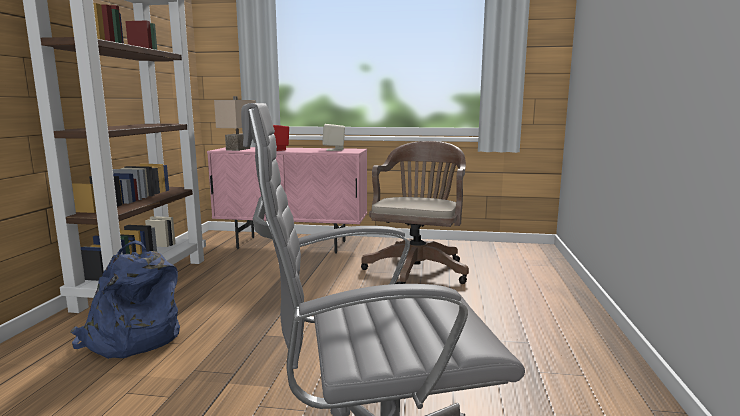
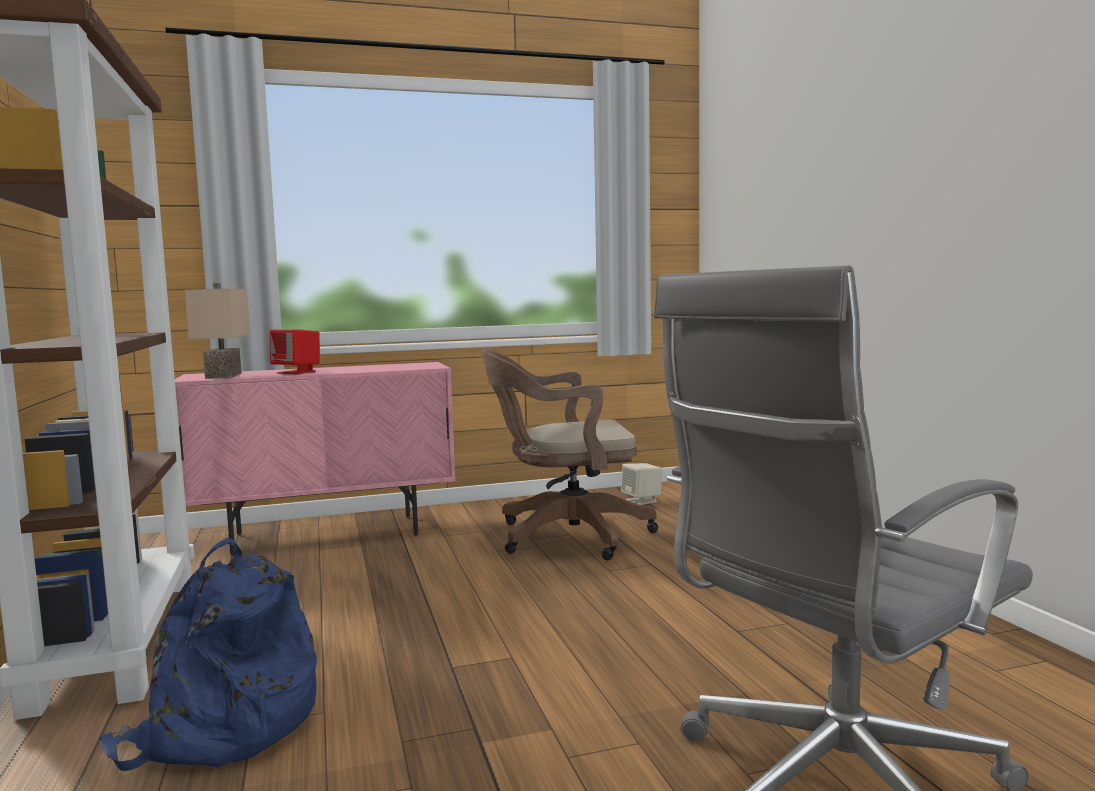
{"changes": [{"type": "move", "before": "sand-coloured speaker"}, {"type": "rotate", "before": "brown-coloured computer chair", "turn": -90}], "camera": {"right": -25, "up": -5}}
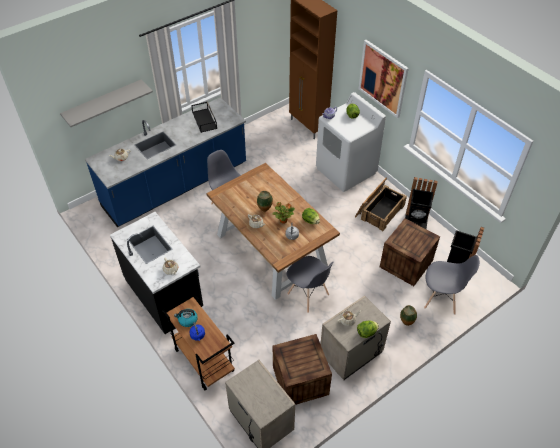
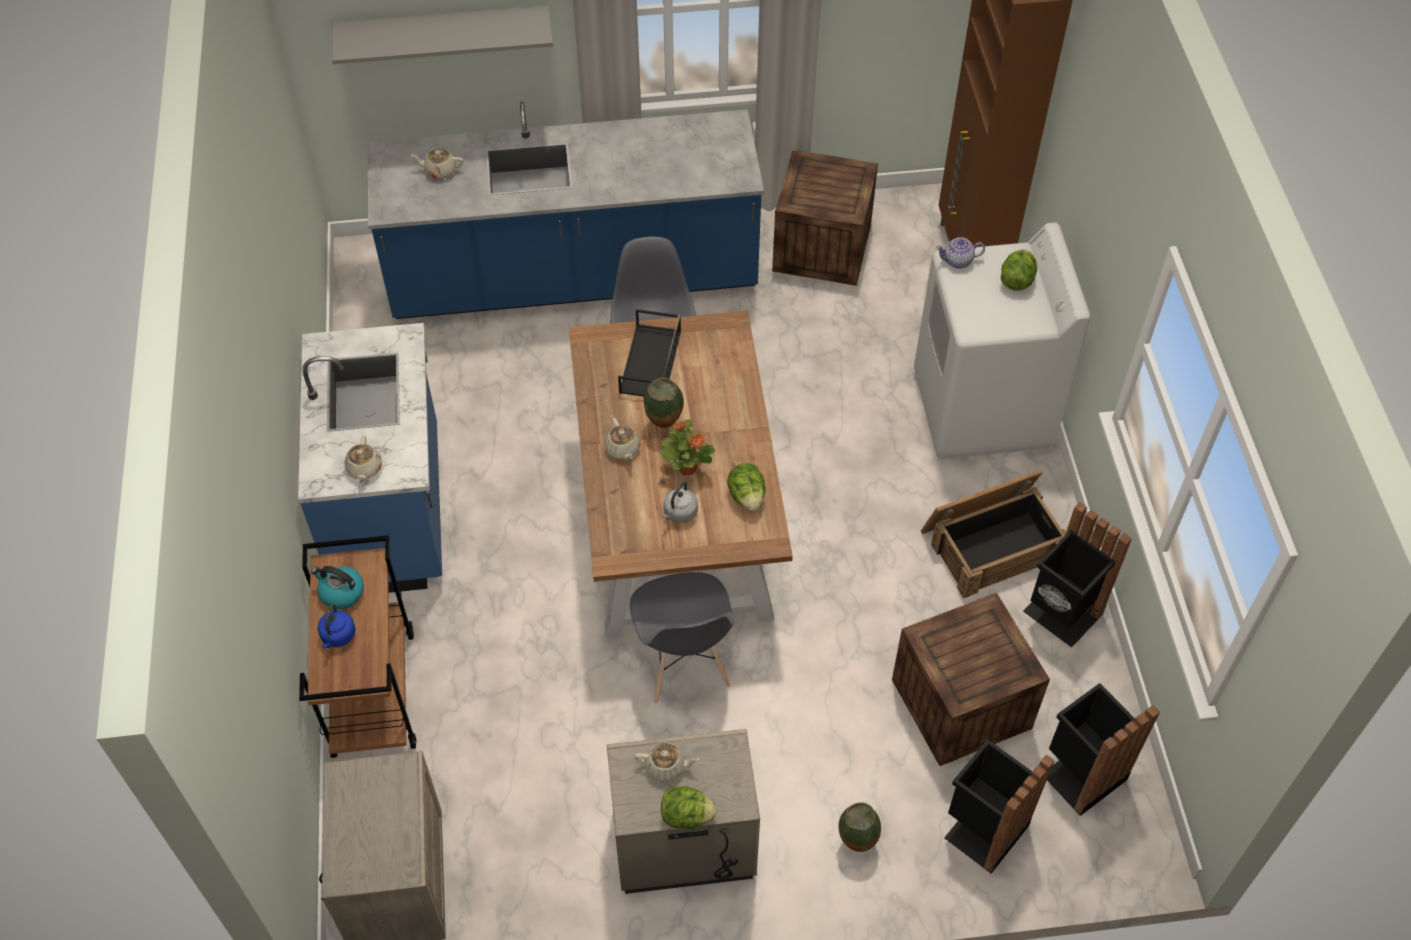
{"changes": [{"type": "delete", "before": "picture"}, {"type": "move", "before": "black-coloured tray"}, {"type": "move", "before": "packing crate (1st from left)"}, {"type": "replace", "before": "grey plain chair (3rd from left)", "after": "black-coloured waste bin (1st from left)"}, {"type": "recolor", "before": "black-coloured counter", "after": "bluish counter (1st from left)"}], "camera": {"right": 30, "up": 5}}
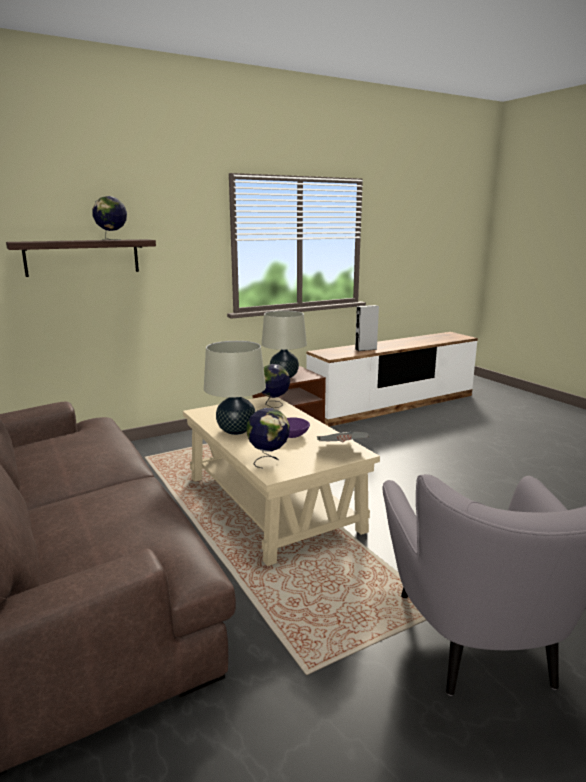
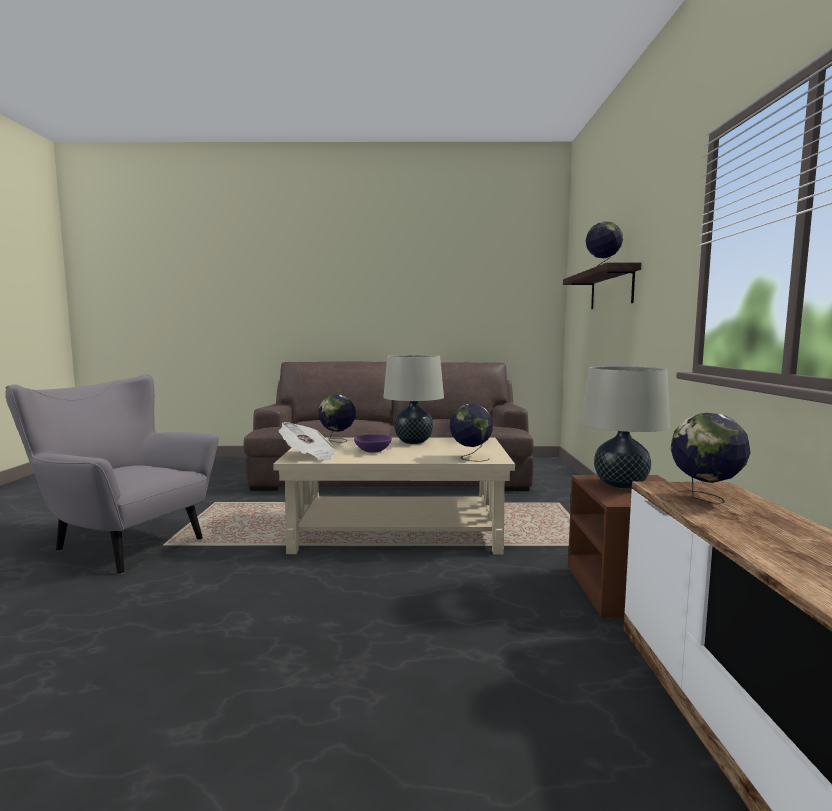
{"changes": [{"type": "delete", "before": "grey speaker"}, {"type": "insert", "after": "world globe (4th from left)"}], "camera": {"right": 120, "up": -10}}
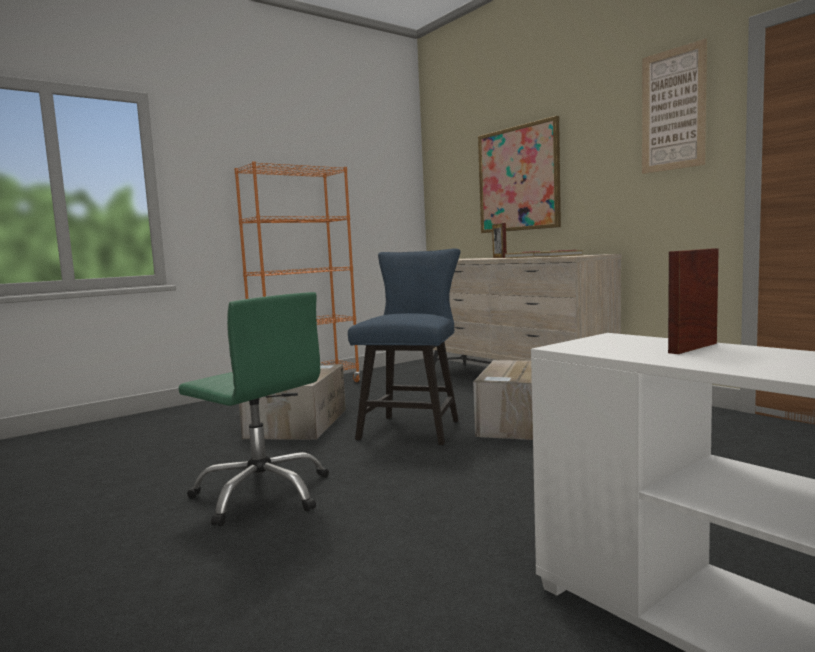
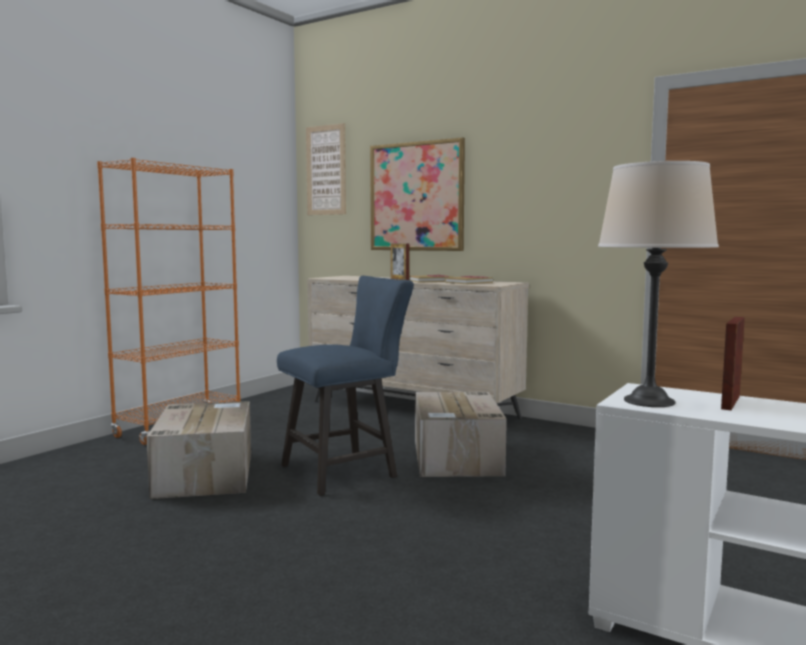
{"changes": [{"type": "delete", "before": "green-coloured computer chair"}, {"type": "insert", "after": "sand-coloured table lamp"}, {"type": "move", "before": "picture (2nd from left in the first image)", "after": "picture (1st from left)"}, {"type": "rotate", "before": "bluish plain chair", "turn": 60}], "camera": {"right": -20, "up": 0}}
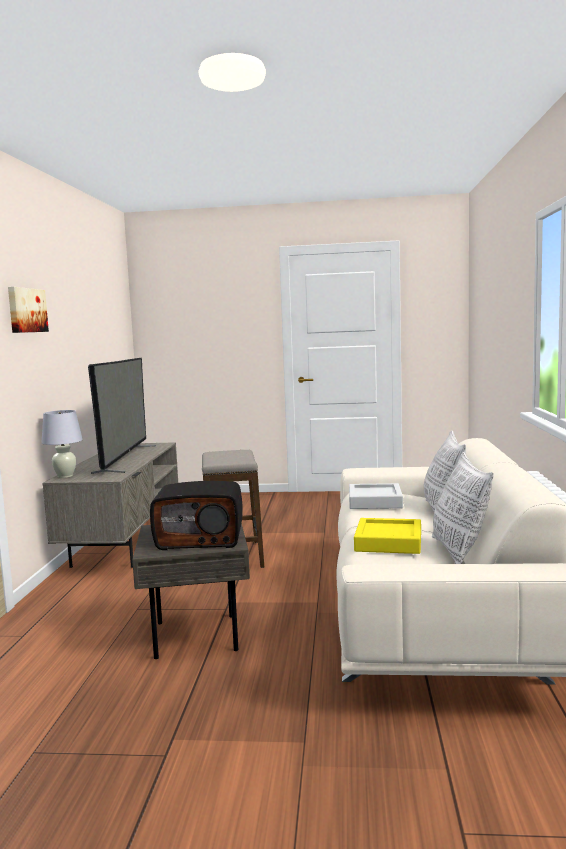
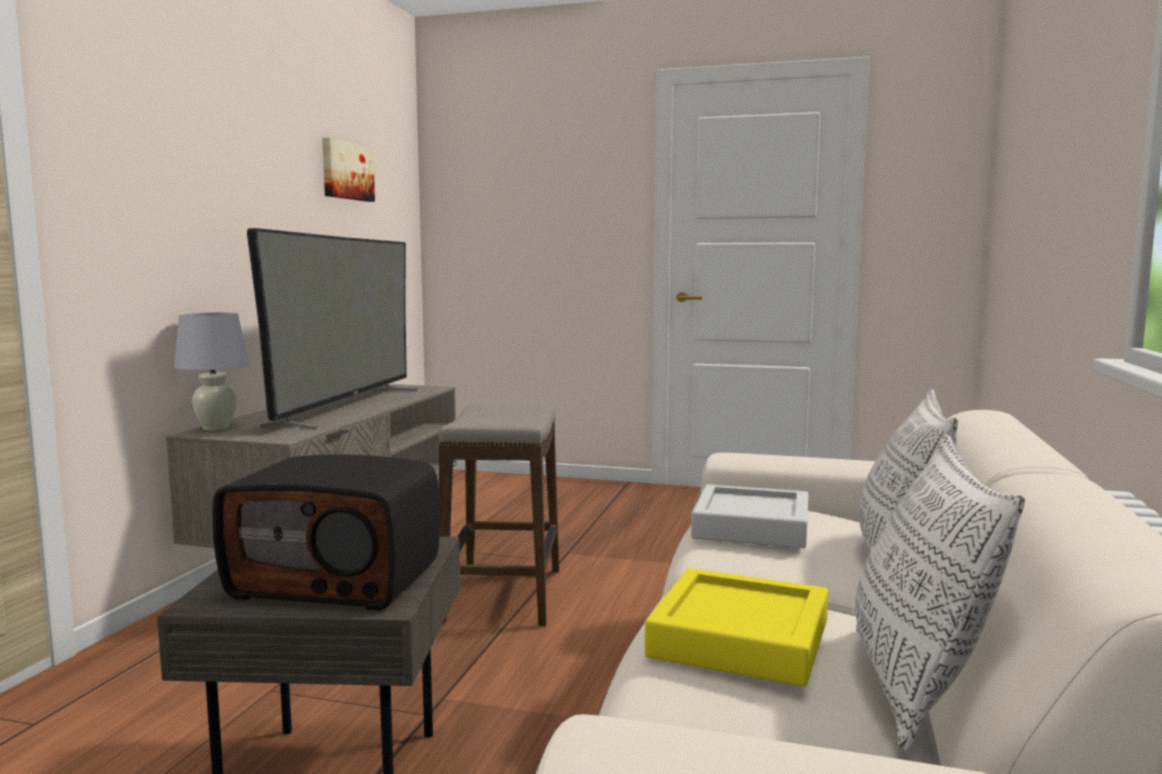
{"changes": [{"type": "move", "before": "picture"}], "camera": {"right": 10, "up": 0}}
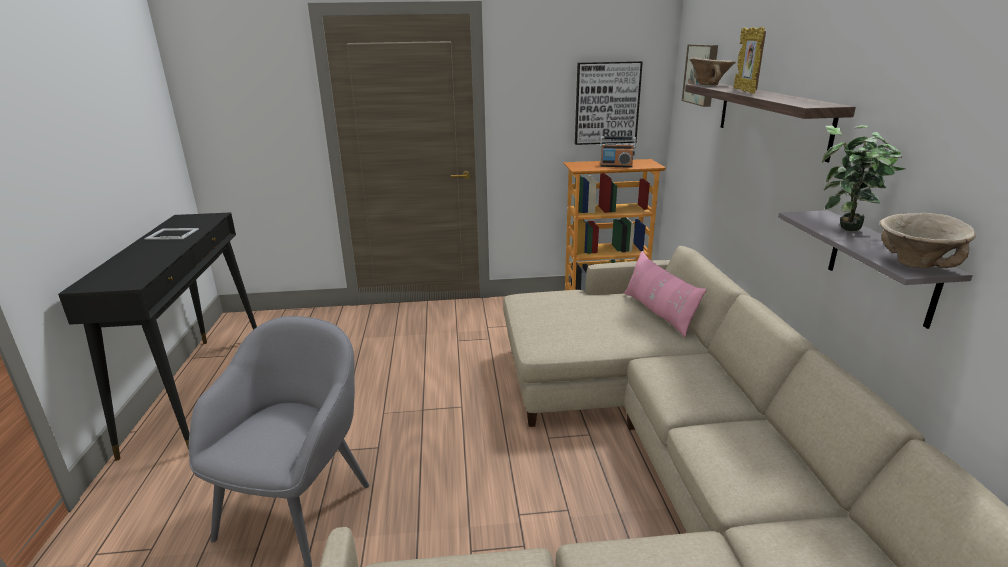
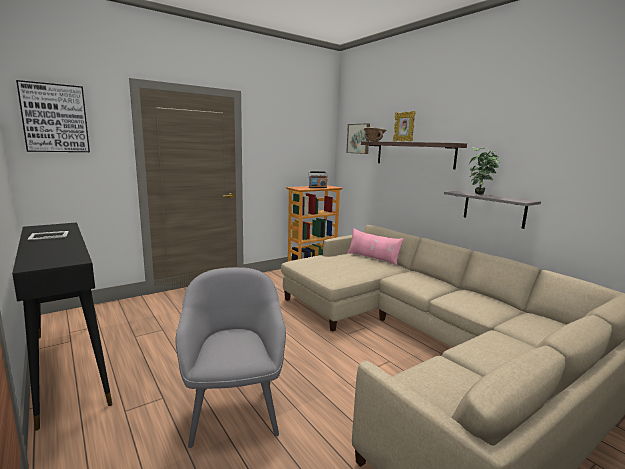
{"changes": [{"type": "delete", "before": "sand-coloured serving bowl (2nd from left)"}, {"type": "move", "before": "picture (1st from left)"}], "camera": {"right": -30, "up": -10}}
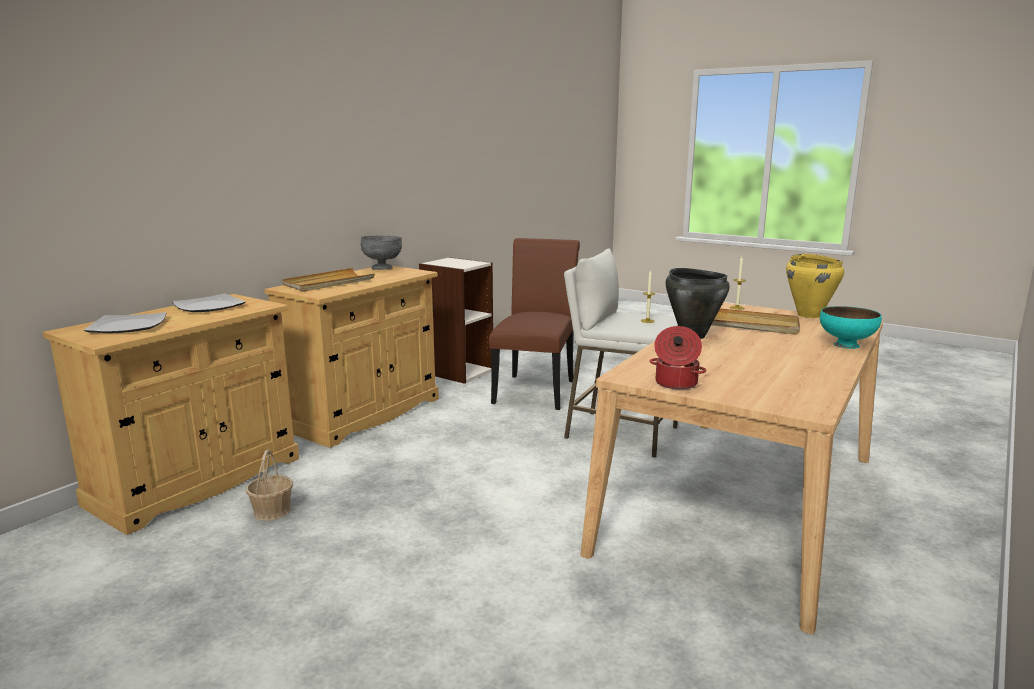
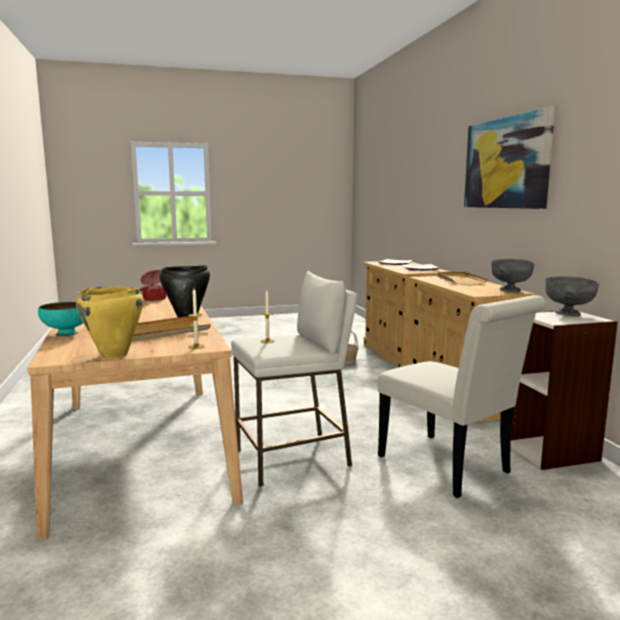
{"changes": [{"type": "insert", "after": "picture"}, {"type": "insert", "after": "grey serving bowl (2nd from left)"}, {"type": "recolor", "before": "brown-coloured plain chair", "after": "whitish plain chair"}], "camera": {"right": 130, "up": -5}}
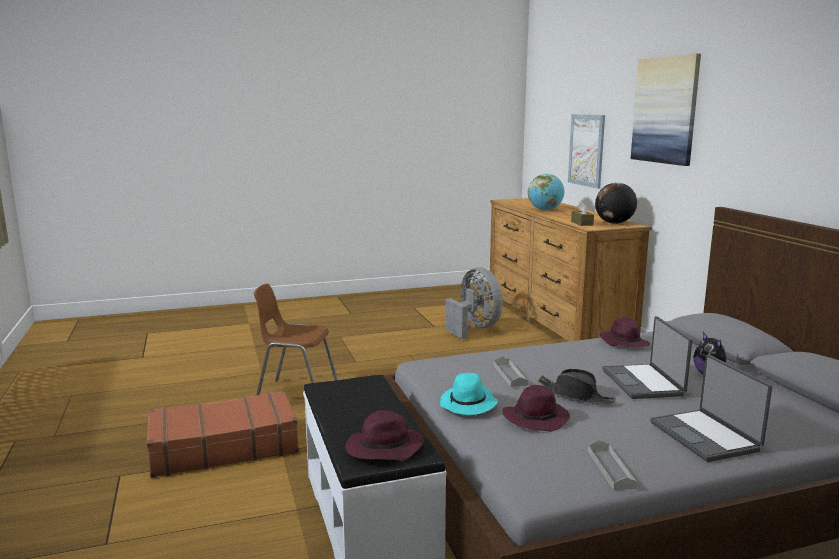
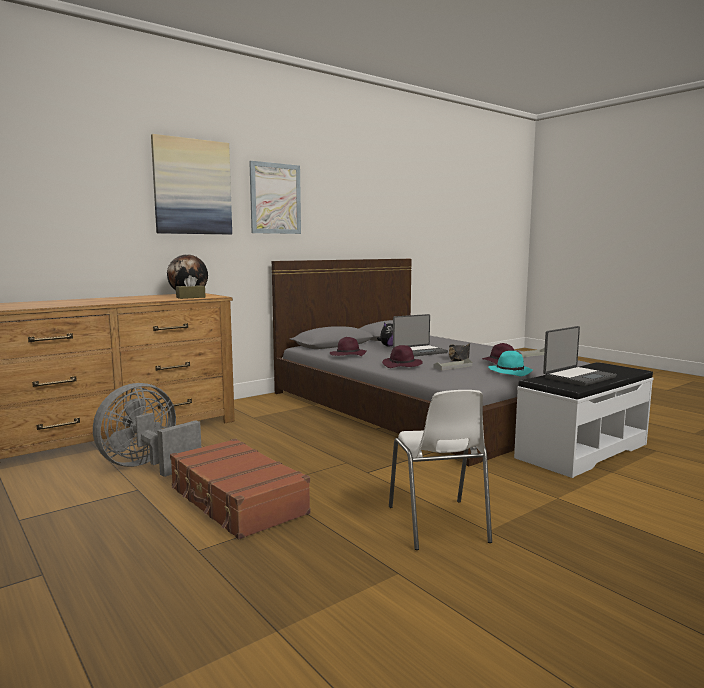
{"changes": [{"type": "delete", "before": "world globe (1st from left)"}, {"type": "move", "before": "brown-coloured piece of luggage"}, {"type": "move", "before": "purple-coloured wearable hat (1st from left in the first image)", "after": "purple-coloured wearable hat (2nd from left)"}, {"type": "move", "before": "picture (1st from left in the first image)", "after": "picture (2nd from left)"}, {"type": "move", "before": "portable computer (2nd from left)"}, {"type": "recolor", "before": "brown-coloured plain chair", "after": "whitish plain chair"}], "camera": {"right": -110, "up": -5}}
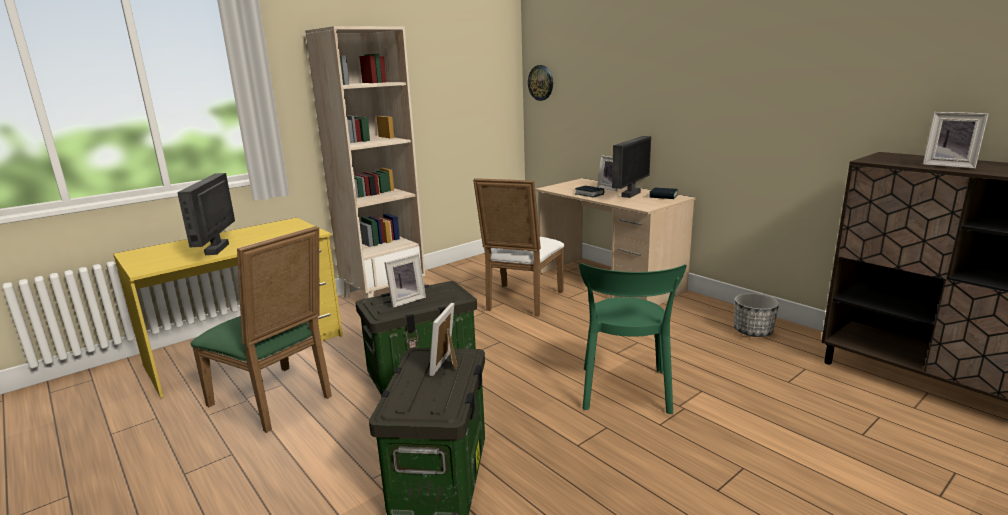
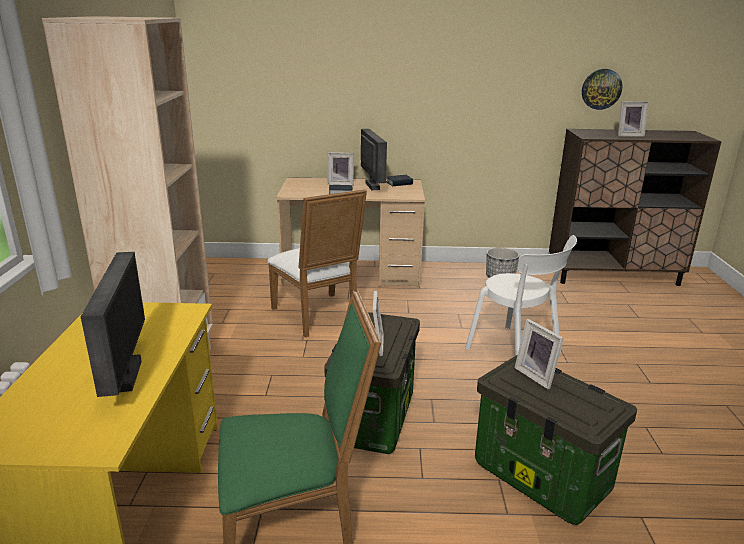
{"changes": [{"type": "move", "before": "clock on the wall"}, {"type": "recolor", "before": "green-coloured plain chair (2nd from left)", "after": "whitish plain chair (2nd from left)"}, {"type": "rotate", "before": "computer screen (1st from left)", "turn": -135}], "camera": {"right": -50, "up": 5}}
